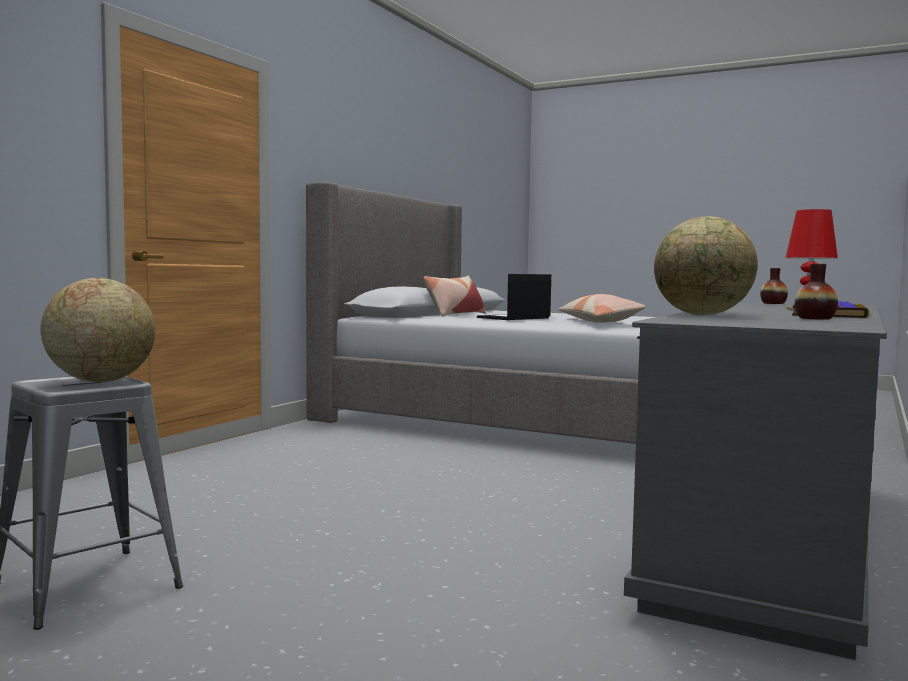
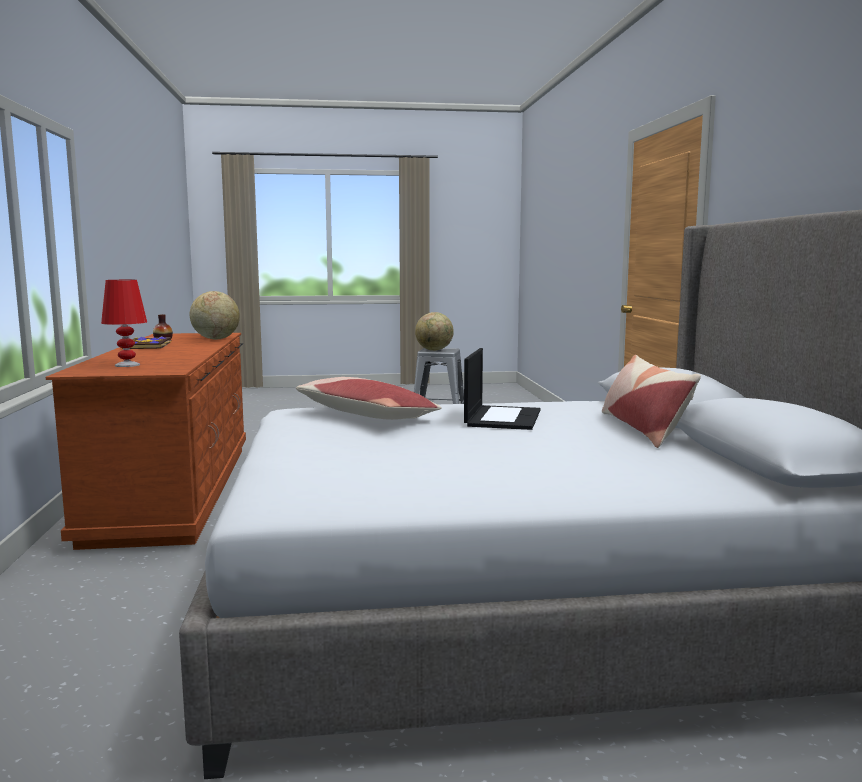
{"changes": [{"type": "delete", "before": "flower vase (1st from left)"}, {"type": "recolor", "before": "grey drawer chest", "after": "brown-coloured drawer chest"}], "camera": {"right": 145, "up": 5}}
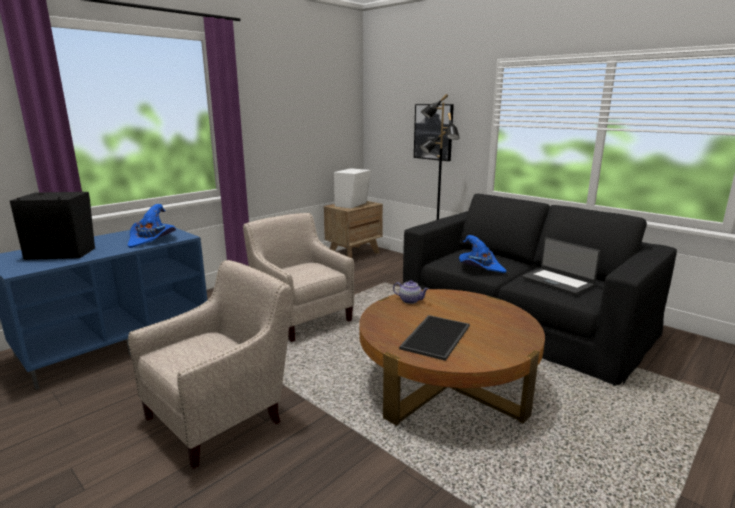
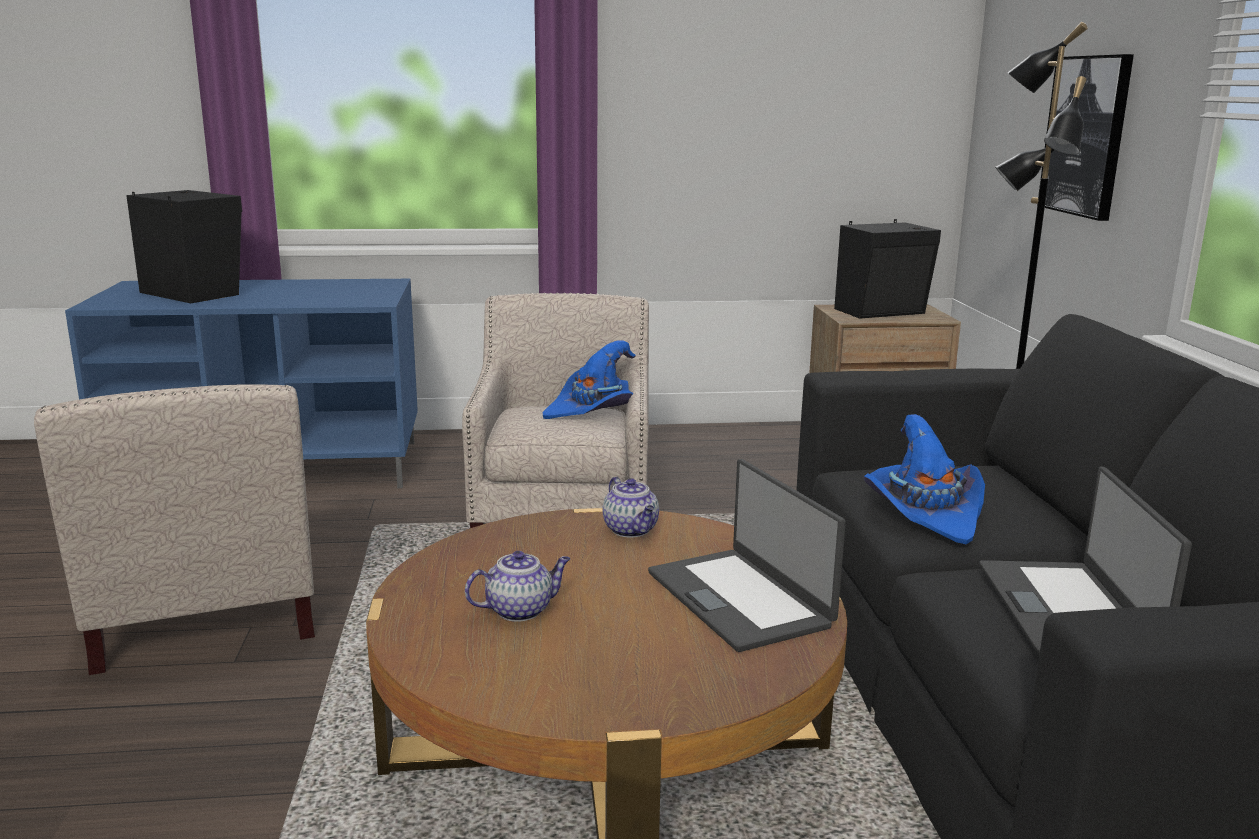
{"changes": [{"type": "insert", "after": "portable computer (1st from left)"}, {"type": "move", "before": "bluish wearable hat (1st from left)"}, {"type": "replace", "before": "tray", "after": "teapot (1st from left)"}, {"type": "recolor", "before": "whitish speaker", "after": "black-coloured speaker (2nd from left)"}, {"type": "rotate", "before": "sand-coloured armchair (1st from left)", "turn": 75}], "camera": {"right": 40, "up": 0}}
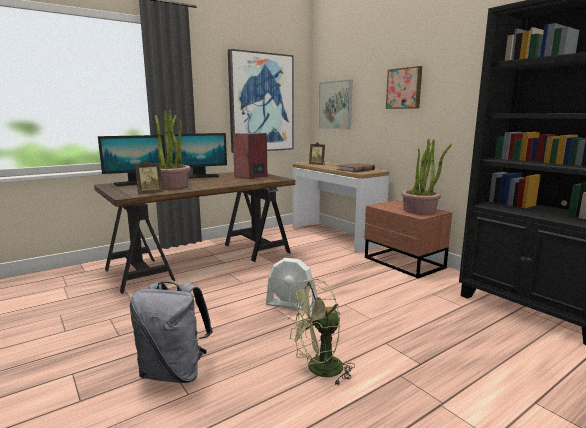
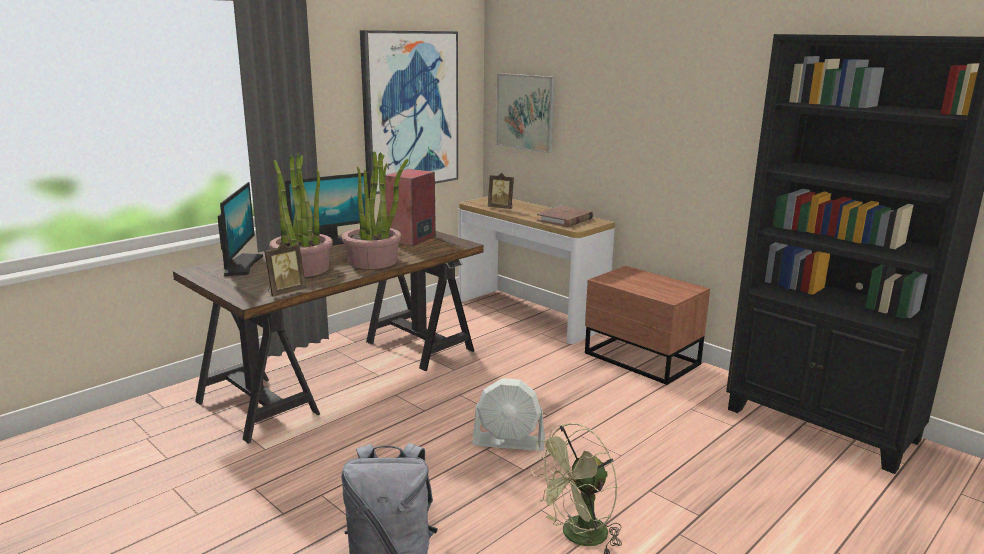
{"changes": [{"type": "delete", "before": "picture (3rd from left)"}, {"type": "move", "before": "plant in a pot (2nd from left)"}, {"type": "rotate", "before": "computer screen (1st from left)", "turn": -60}], "camera": {"right": -10, "up": 5}}
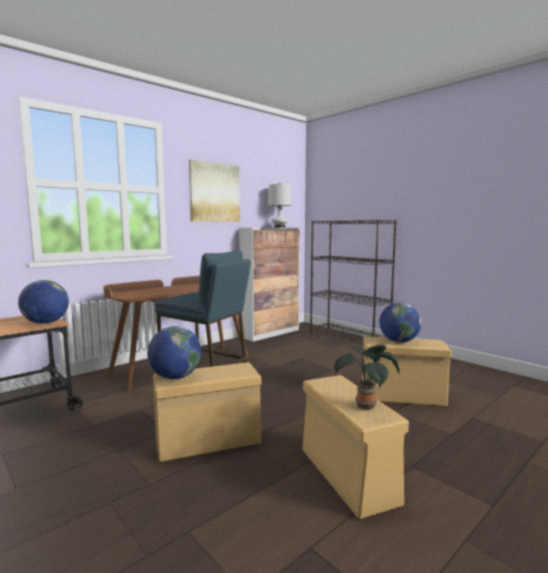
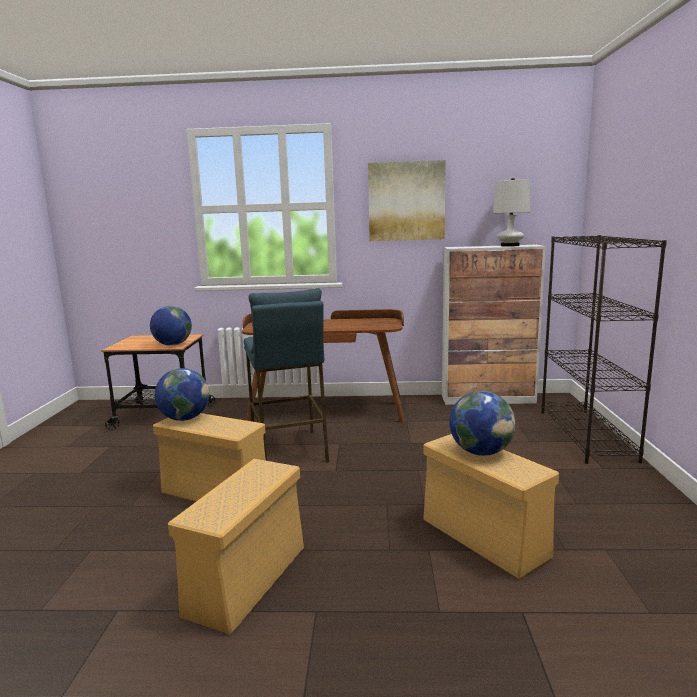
{"changes": [{"type": "delete", "before": "plant in a pot"}], "camera": {"right": 45, "up": 5}}
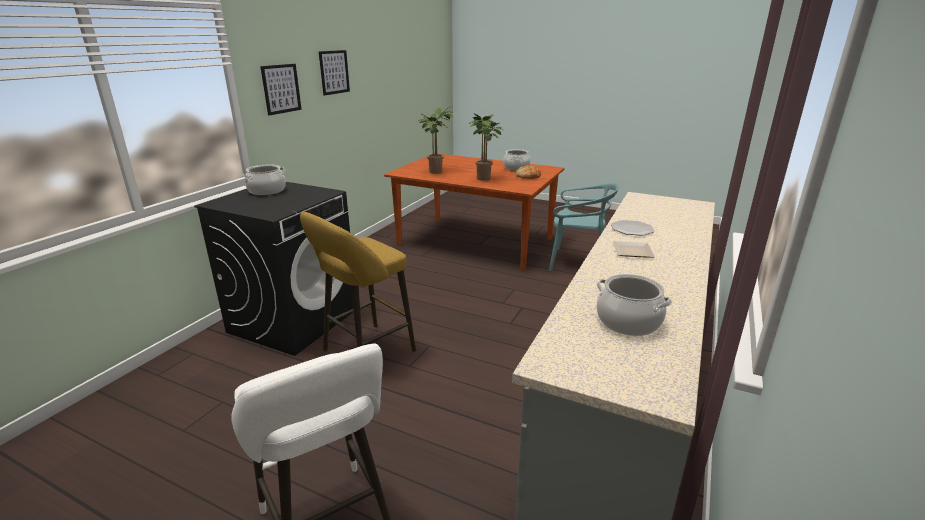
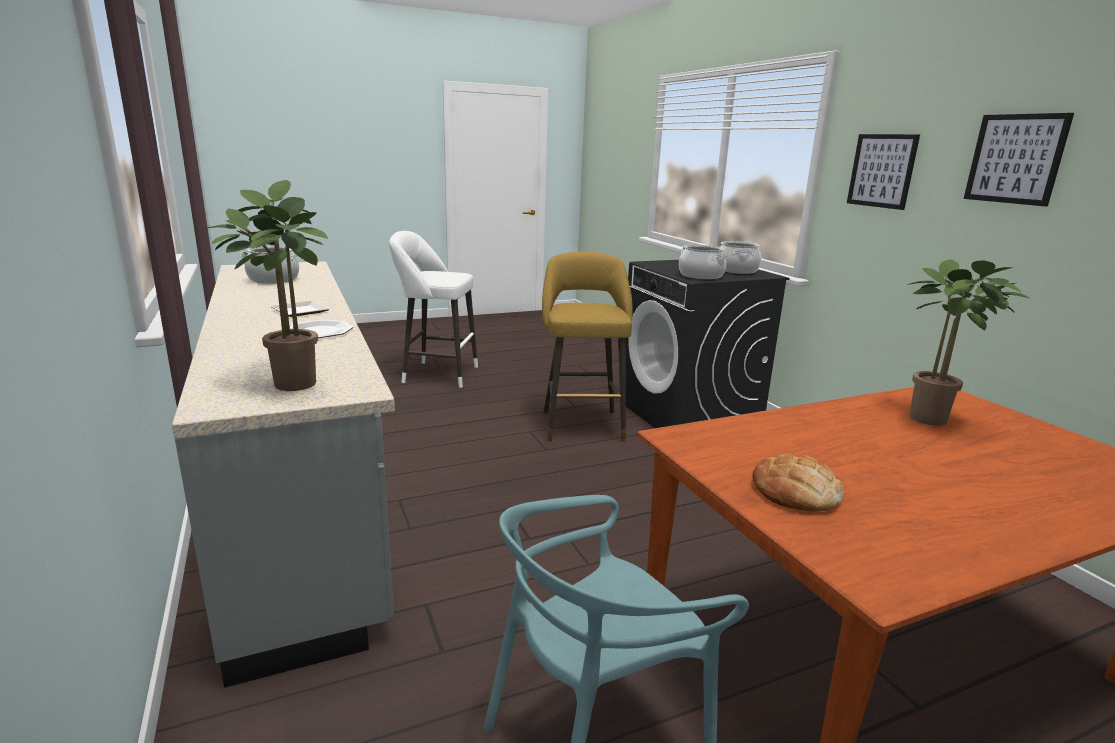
{"changes": [{"type": "move", "before": "plant in a pot (2nd from left in the first image)", "after": "plant in a pot (1st from left)"}, {"type": "move", "before": "stockpot (2nd from left)"}], "camera": {"right": 130, "up": -5}}
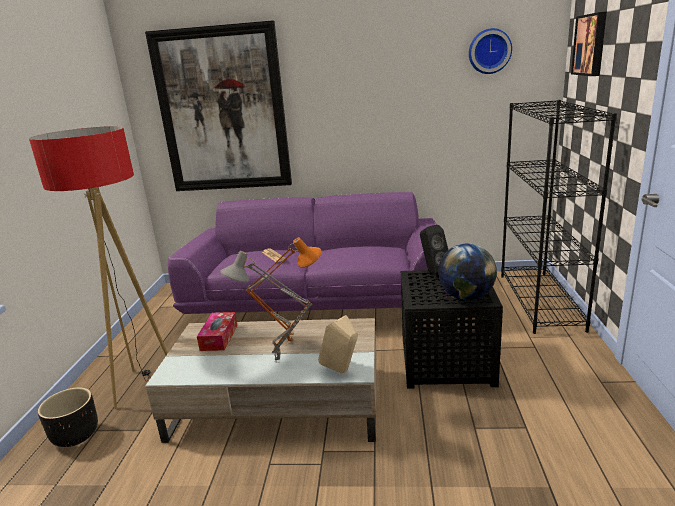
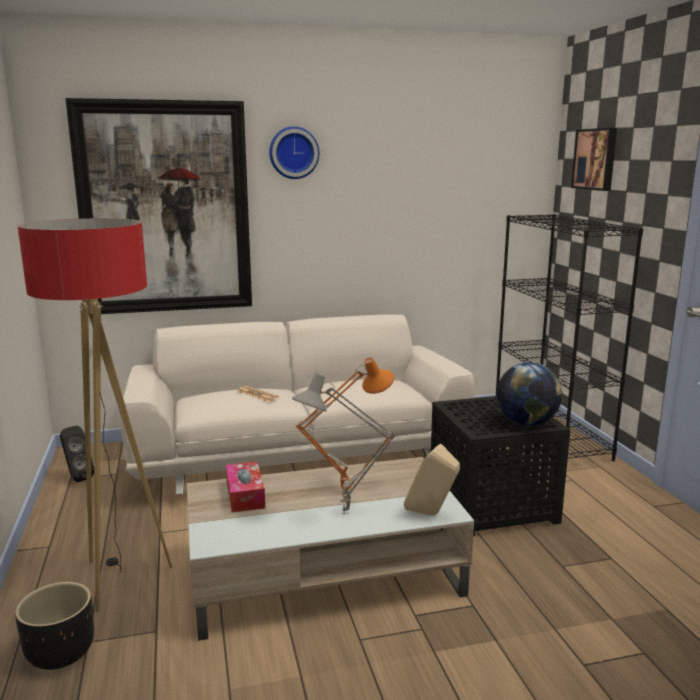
{"changes": [{"type": "move", "before": "black-coloured speaker"}, {"type": "move", "before": "clock on the wall"}, {"type": "recolor", "before": "purple-coloured settee", "after": "whitish settee"}], "camera": {"right": -20, "up": -5}}
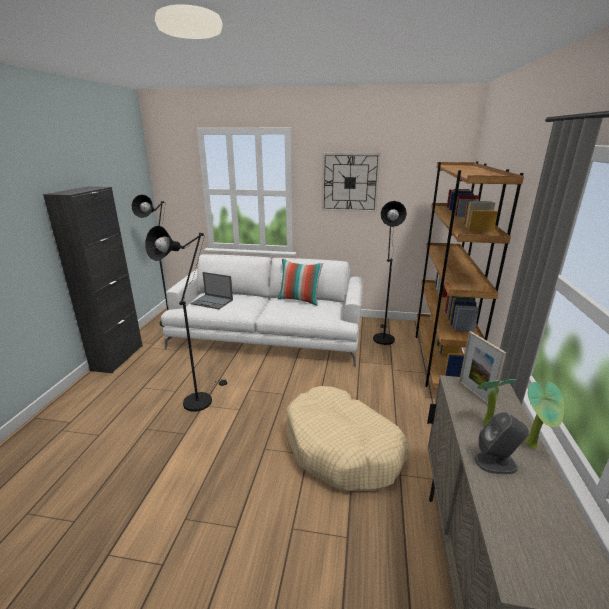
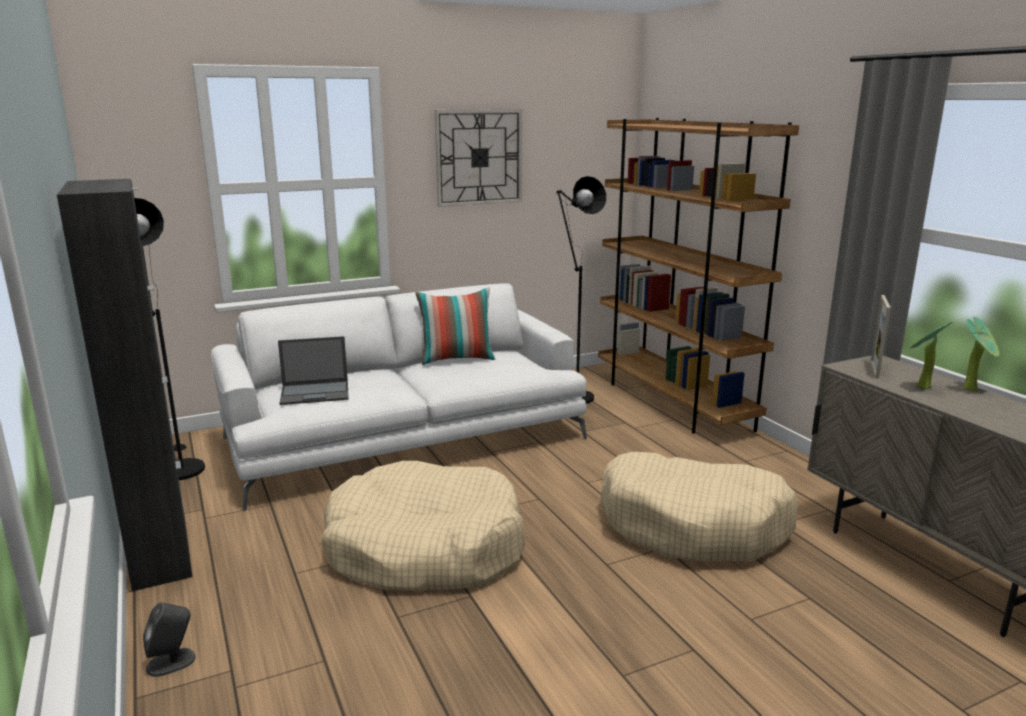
{"changes": [{"type": "move", "before": "grey speaker"}, {"type": "replace", "before": "black-coloured standing lamp (2nd from left)", "after": "sand-coloured dog bed (1st from left)"}, {"type": "rotate", "before": "picture frame", "turn": 75}], "camera": {"right": -35, "up": -5}}
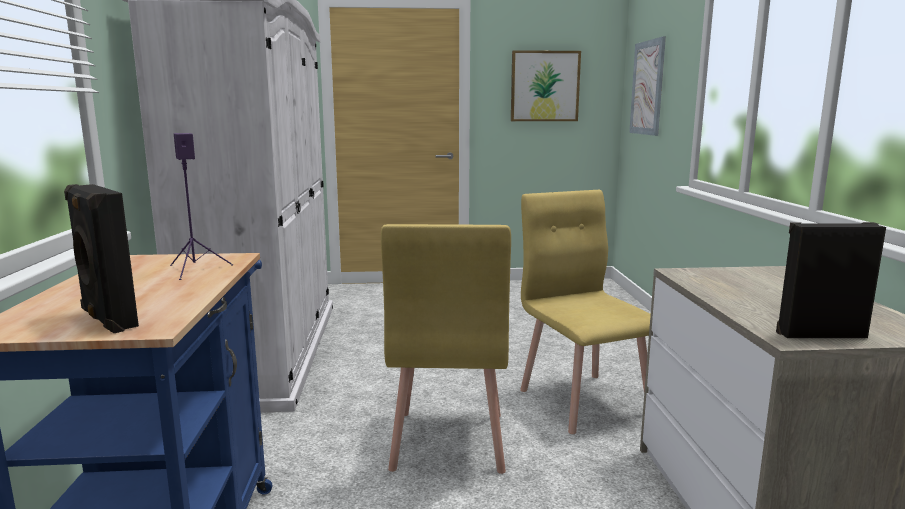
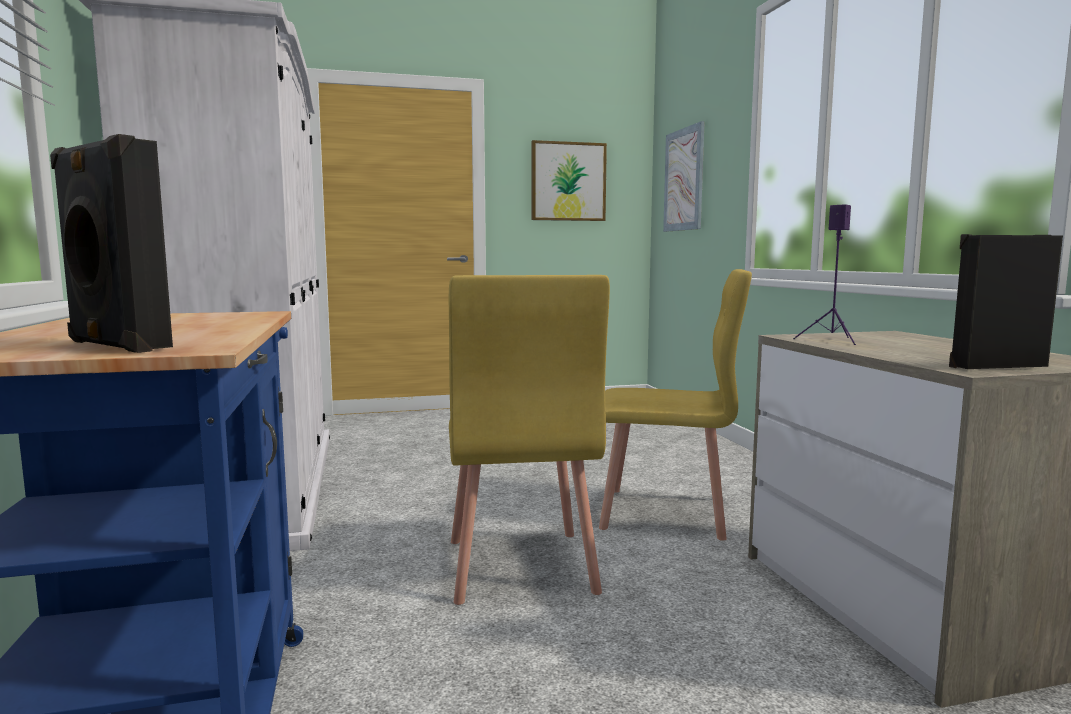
{"changes": [{"type": "move", "before": "purple-coloured speaker"}, {"type": "rotate", "before": "yellow-coloured plain chair (2nd from left)", "turn": 135}], "camera": {"right": -10, "up": -5}}
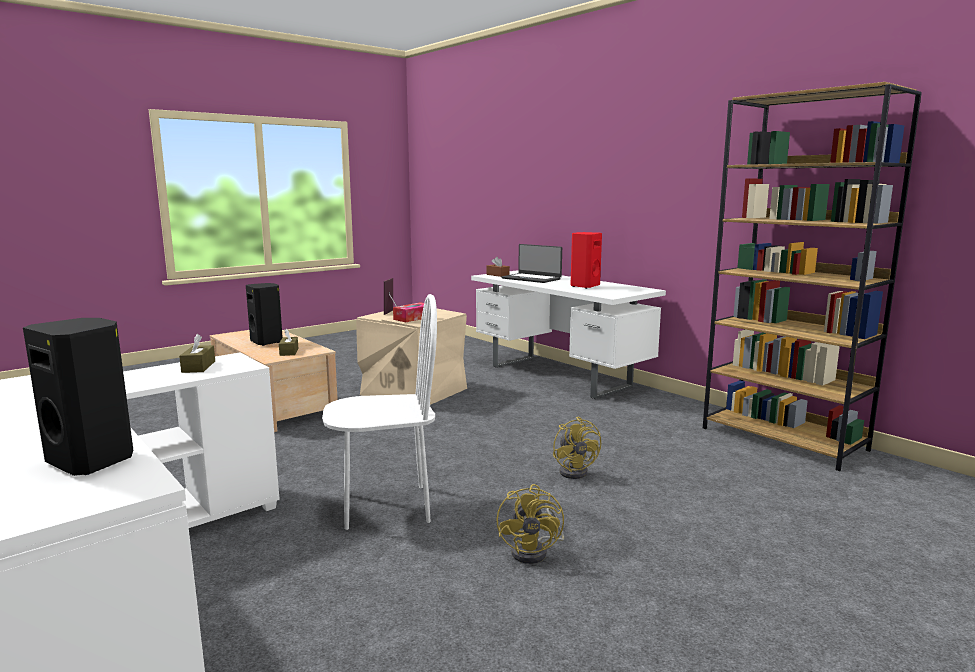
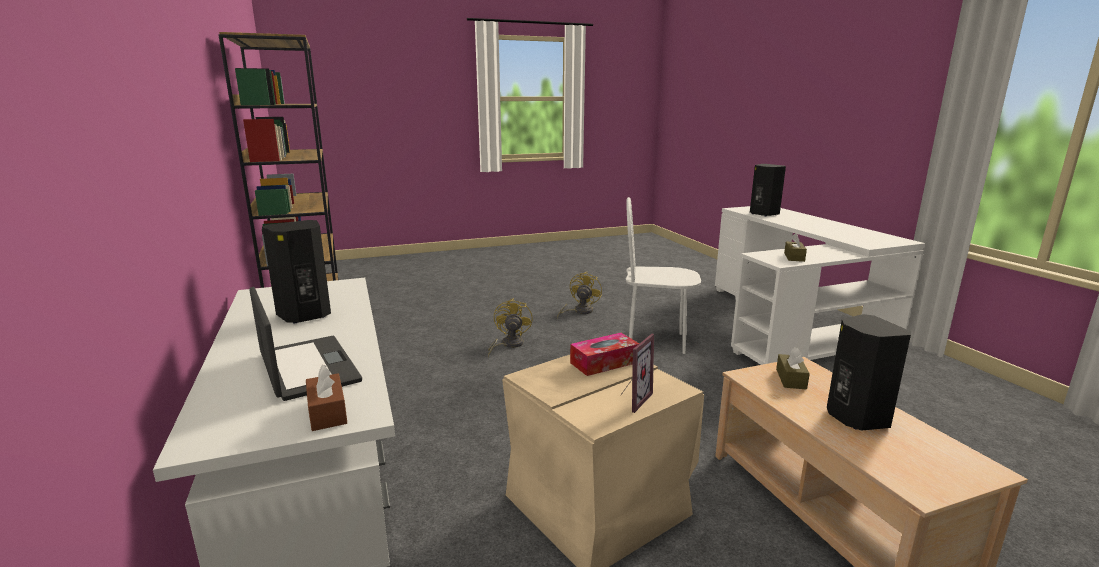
{"changes": [{"type": "recolor", "before": "red-coloured speaker", "after": "black-coloured speaker (1st from left)"}], "camera": {"right": -160, "up": 5}}
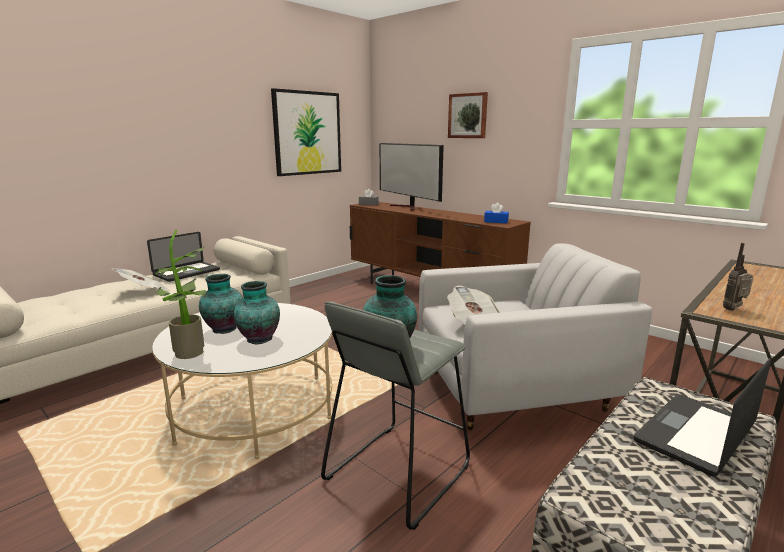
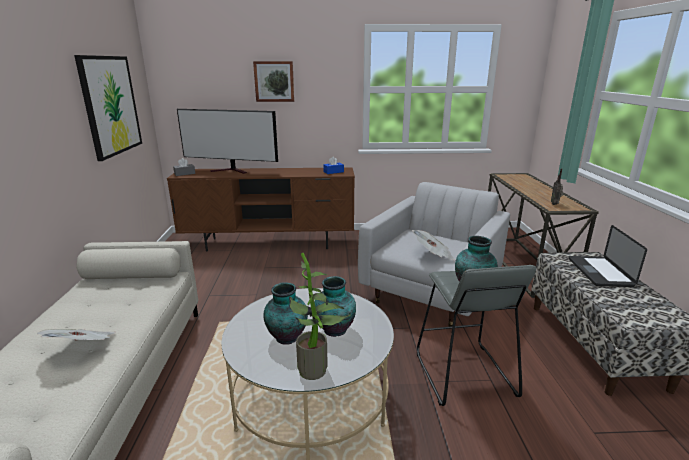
{"changes": [{"type": "delete", "before": "portable computer (1st from left)"}], "camera": {"right": -45, "up": 5}}
